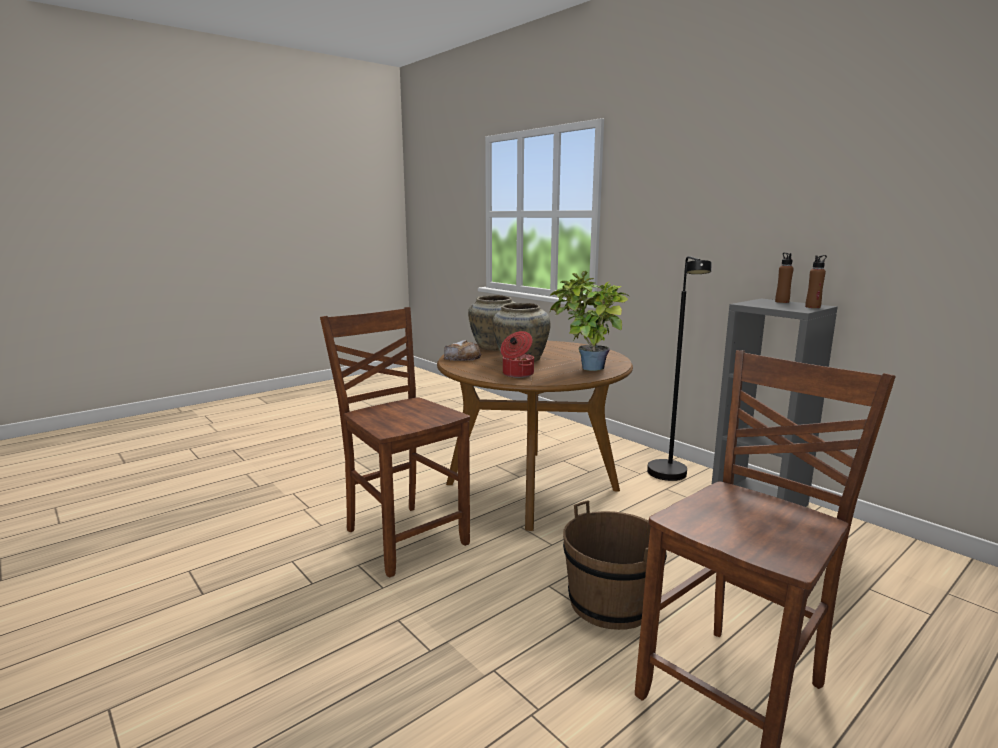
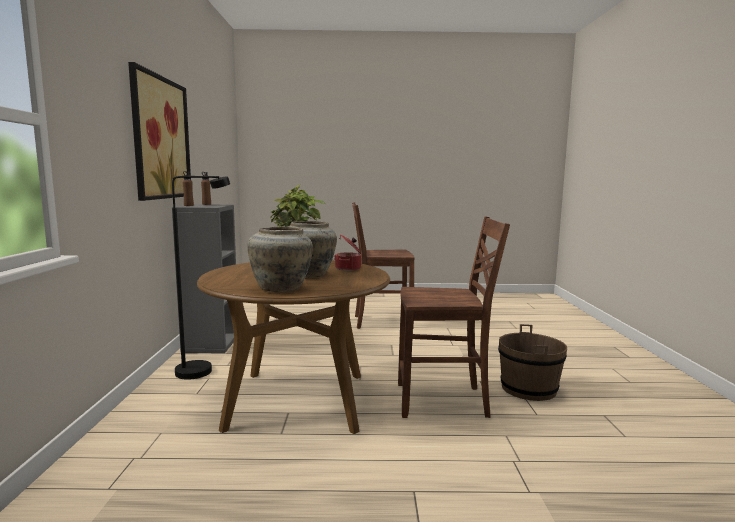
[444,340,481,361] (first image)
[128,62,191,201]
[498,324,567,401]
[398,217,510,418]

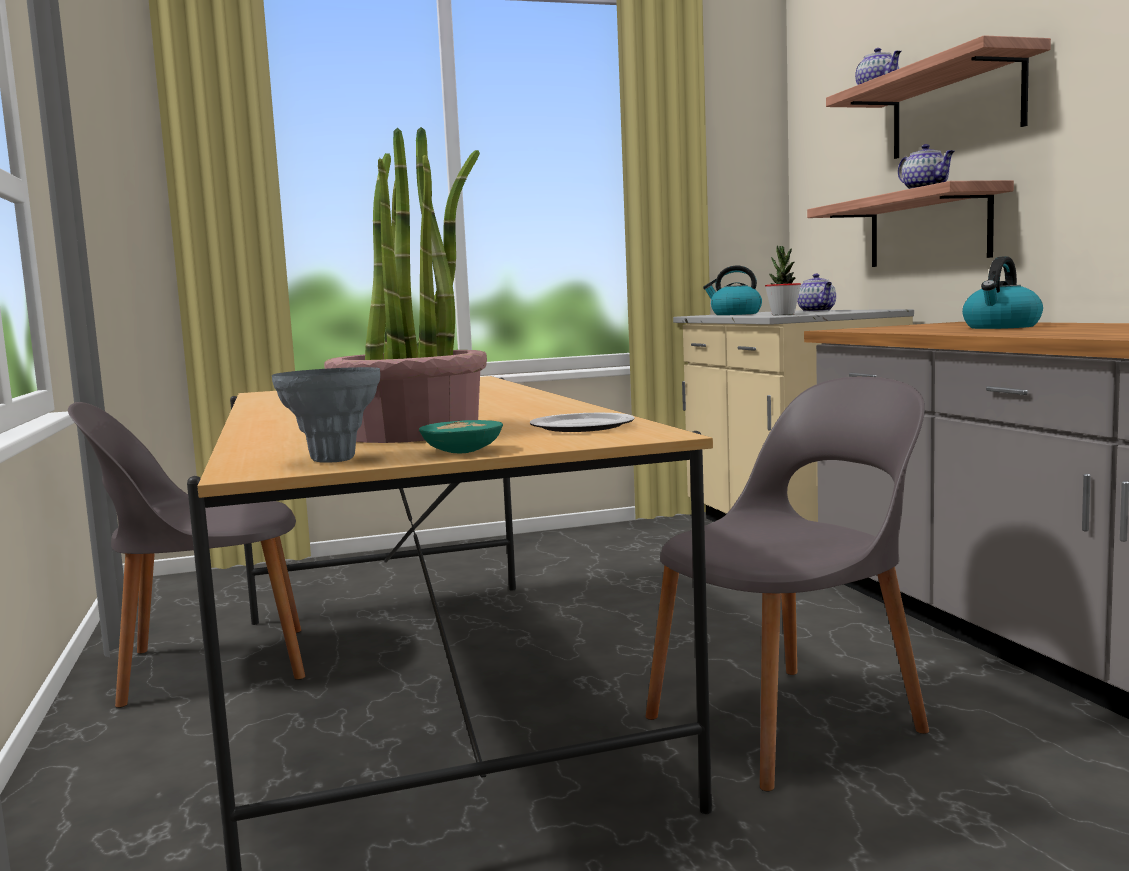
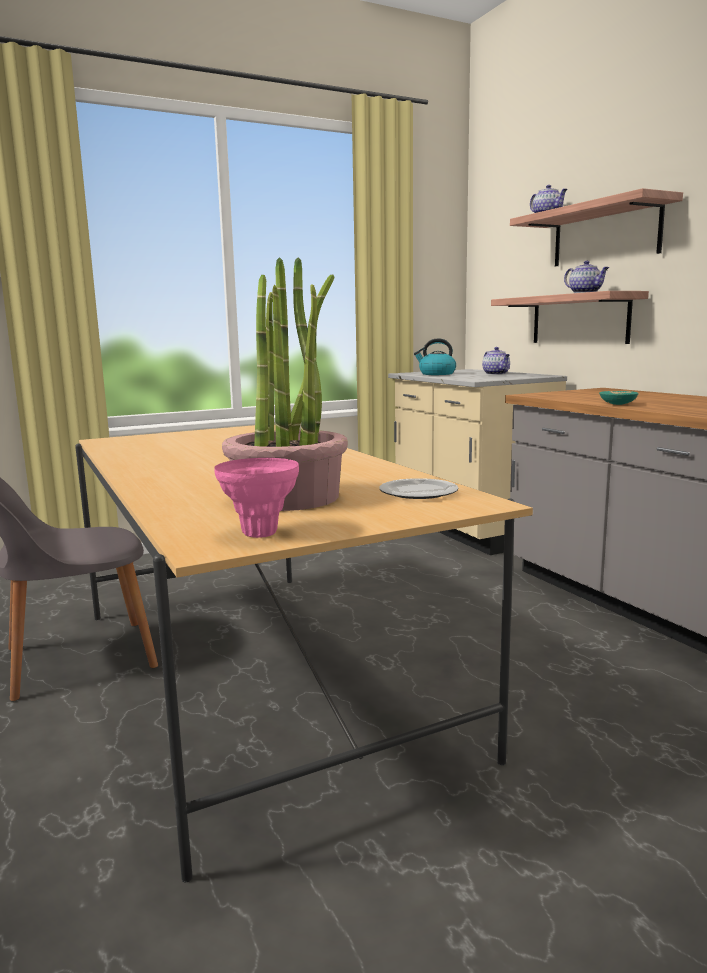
[645,377,929,791] (first image)
[765,245,801,315] (first image)
[962,256,1043,329] (first image)
[599,391,639,405]
[214,458,299,538]

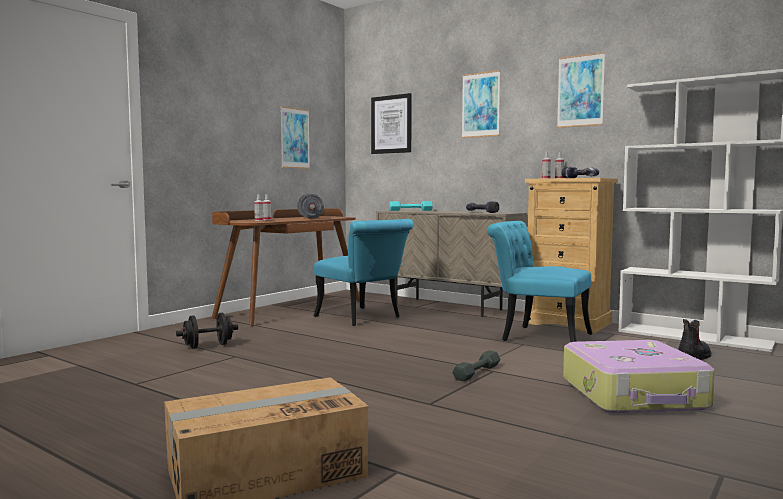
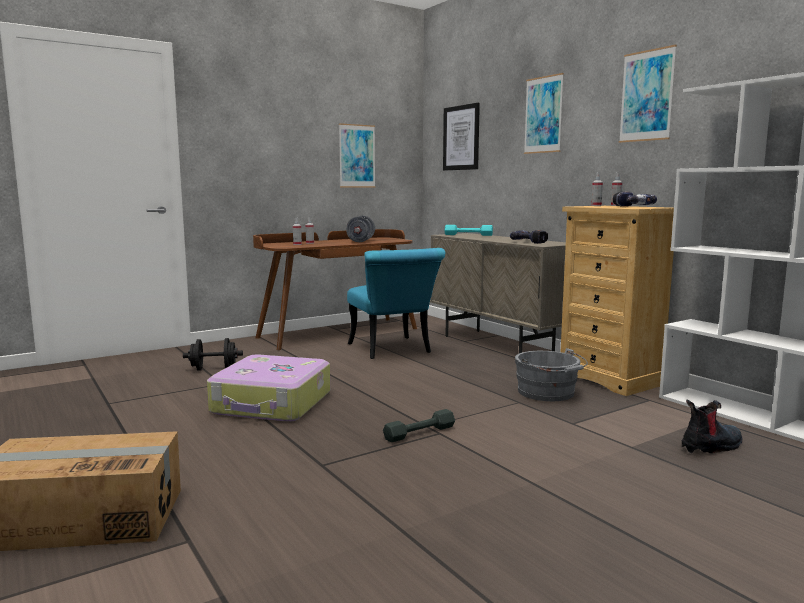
[207,354,330,422]
[515,348,588,401]

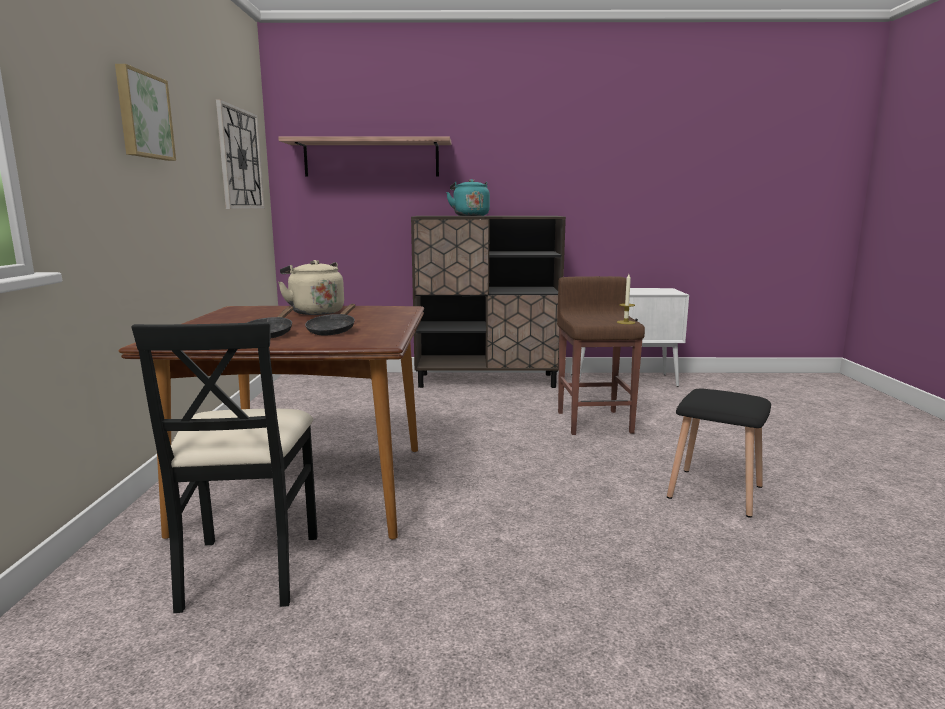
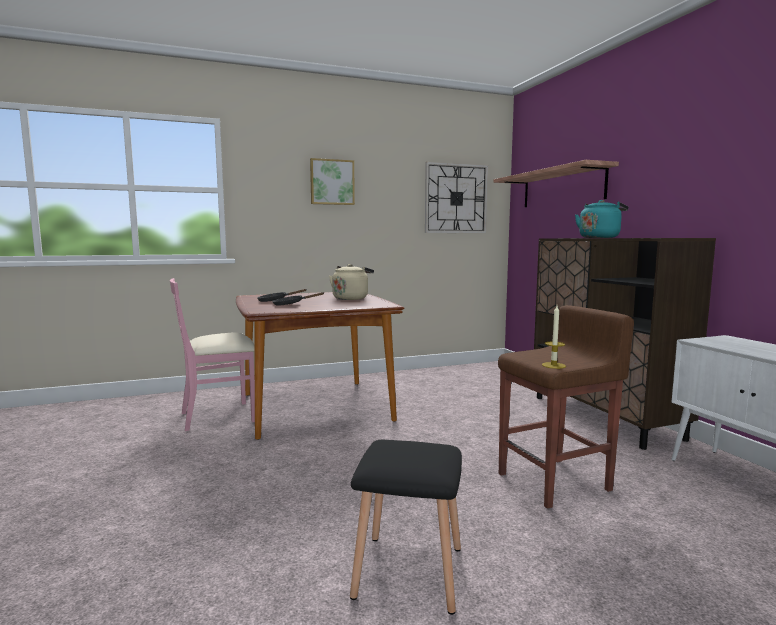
[170,278,255,431]

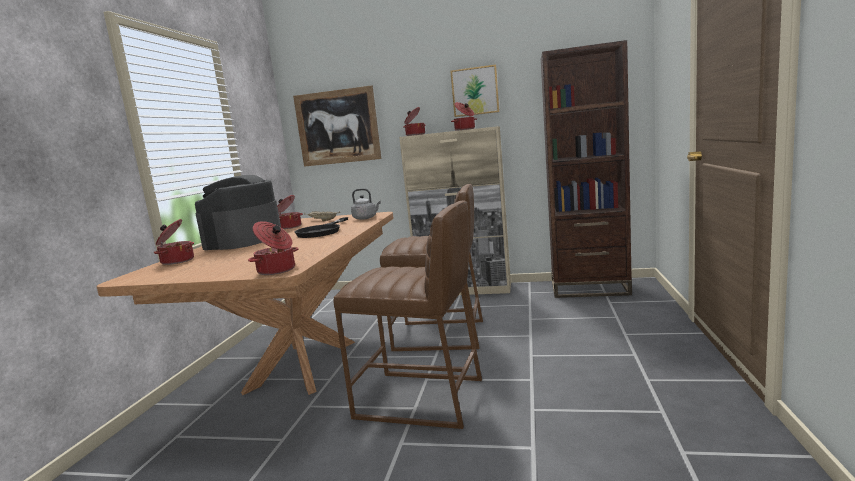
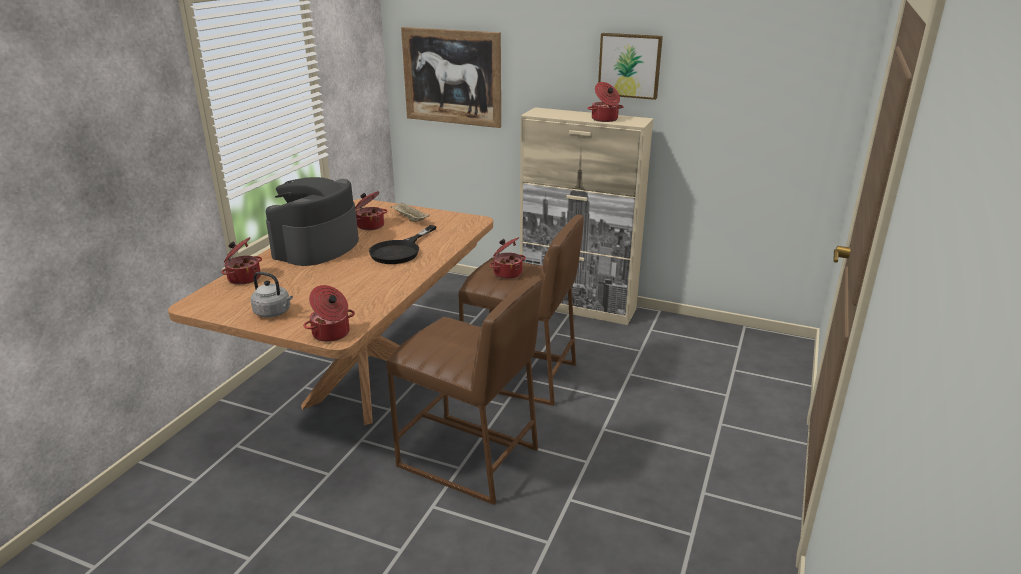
[541,40,632,298] (first image)
[251,272,293,318]
[489,237,526,279]

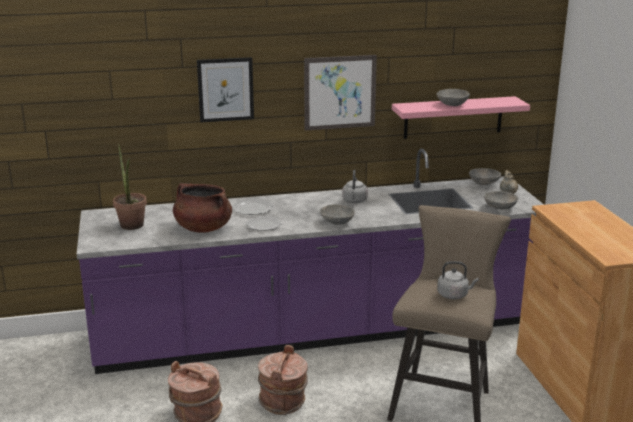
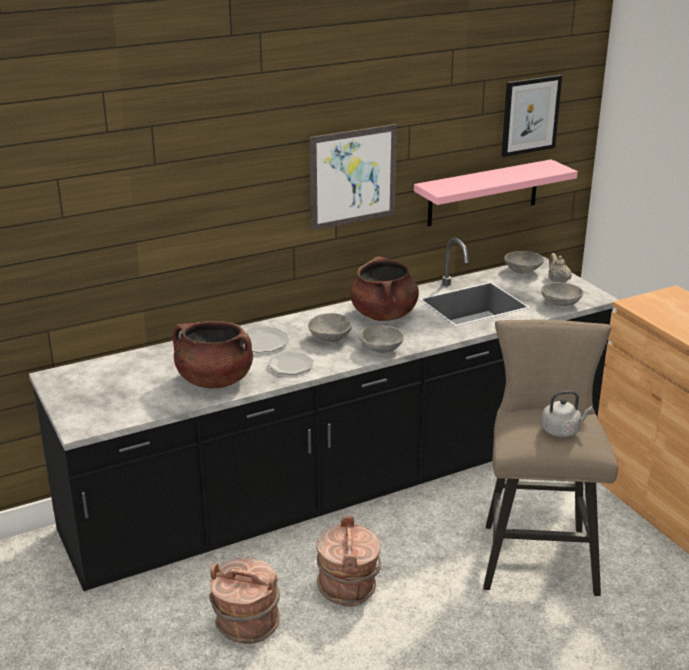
[113,144,147,230] (first image)
[501,75,562,157]
[308,313,352,342]
[350,256,419,321]
[29,238,619,591]

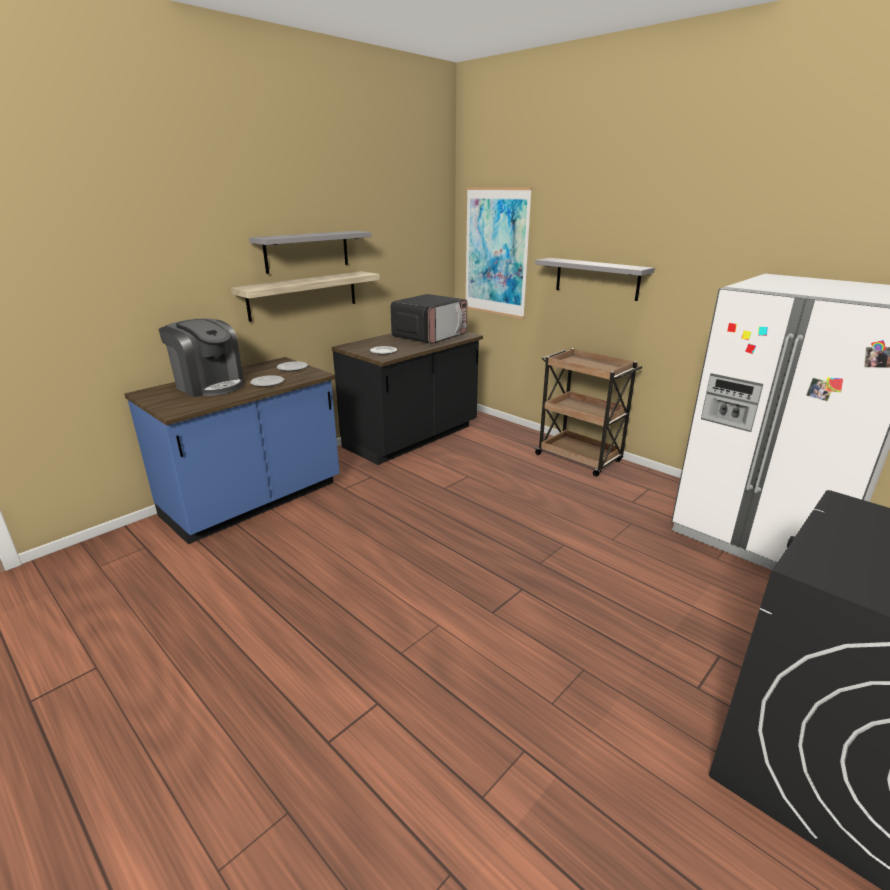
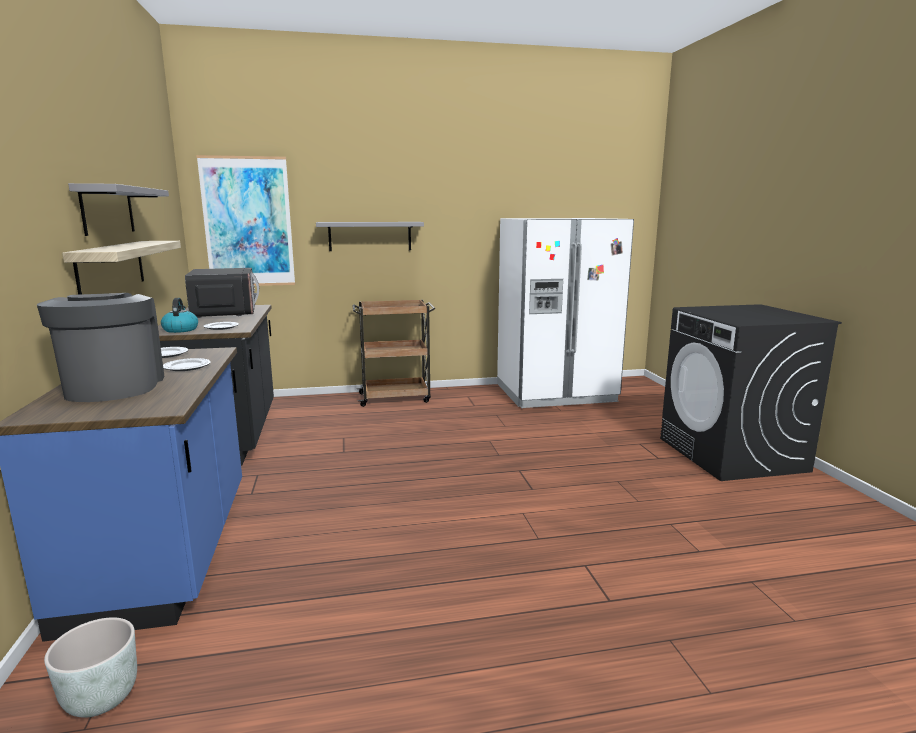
[44,617,137,718]
[161,298,198,333]
[37,293,164,402]

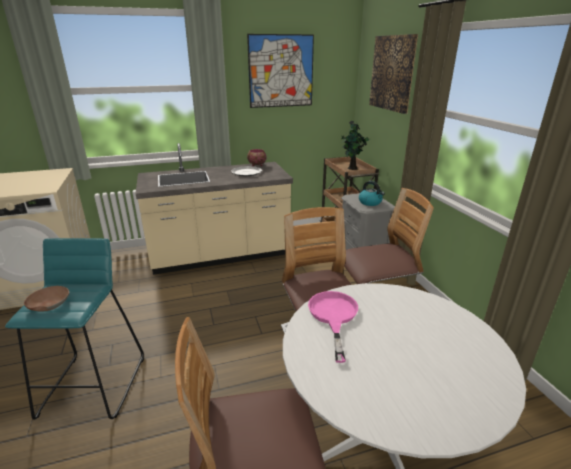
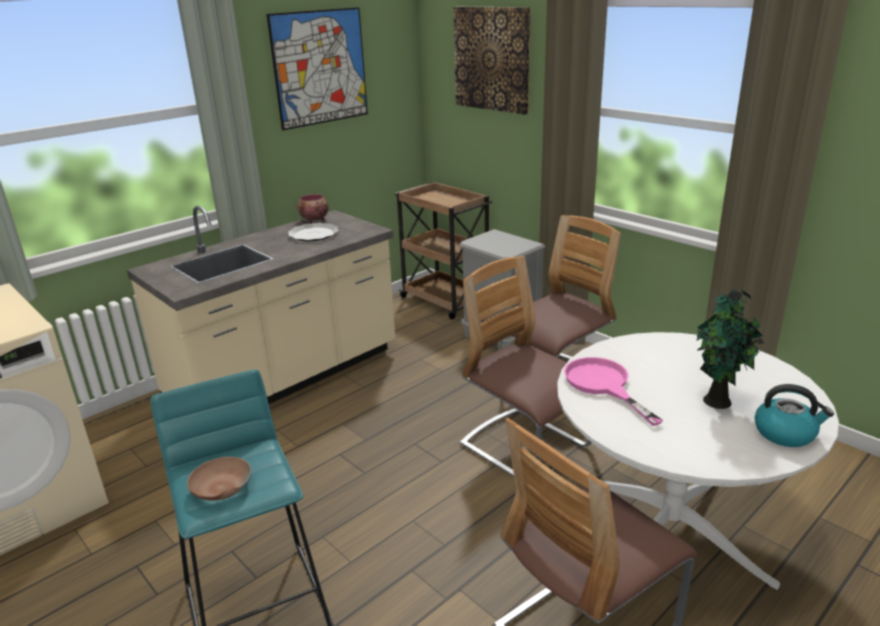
[696,289,765,409]
[755,384,834,447]

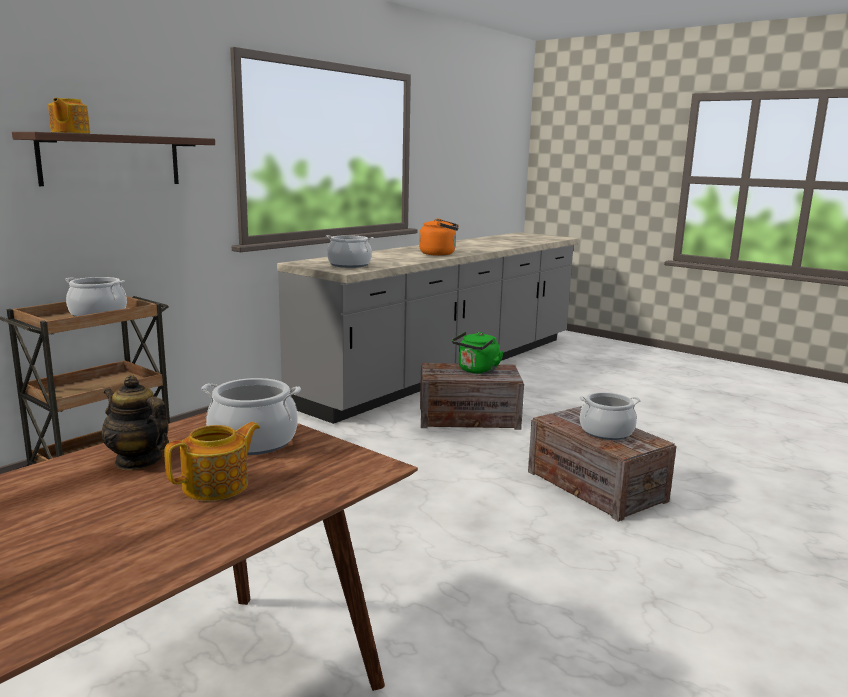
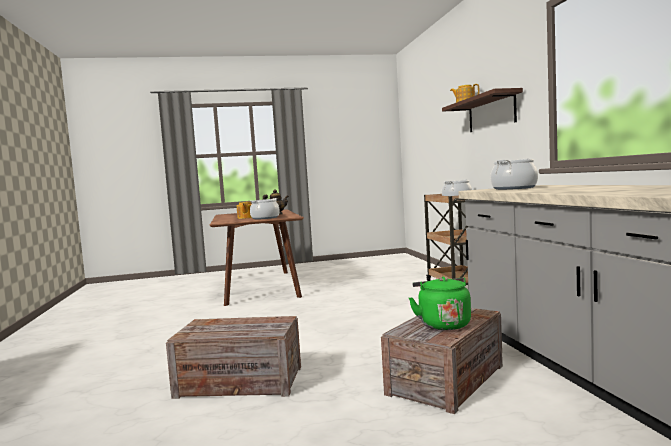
[419,218,459,256] (first image)
[579,392,641,440] (first image)

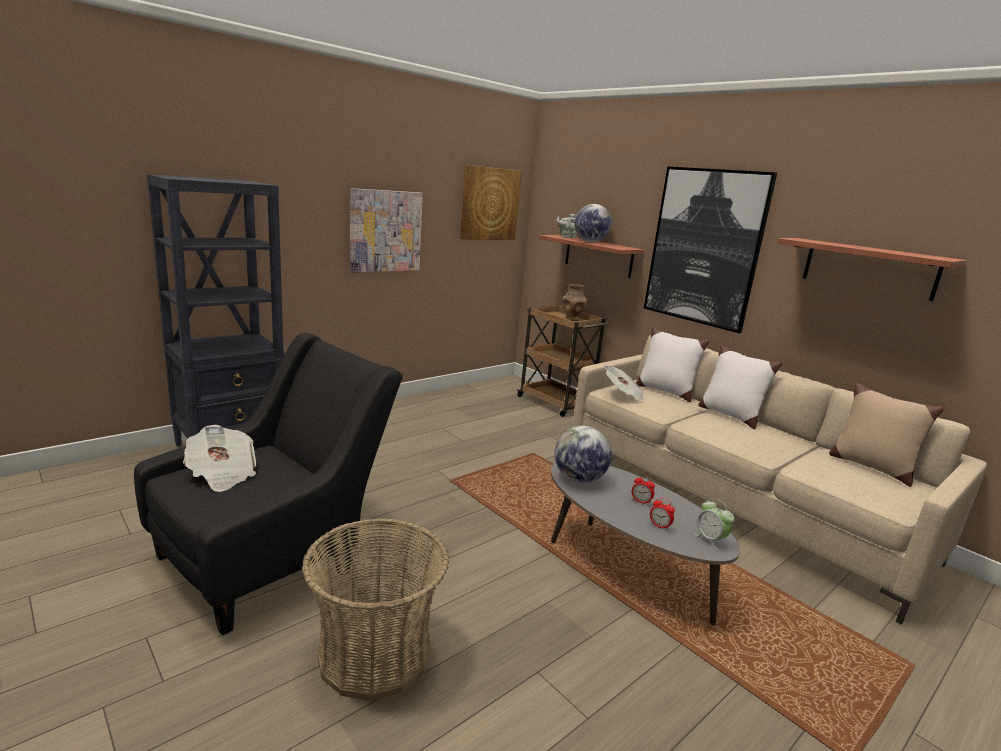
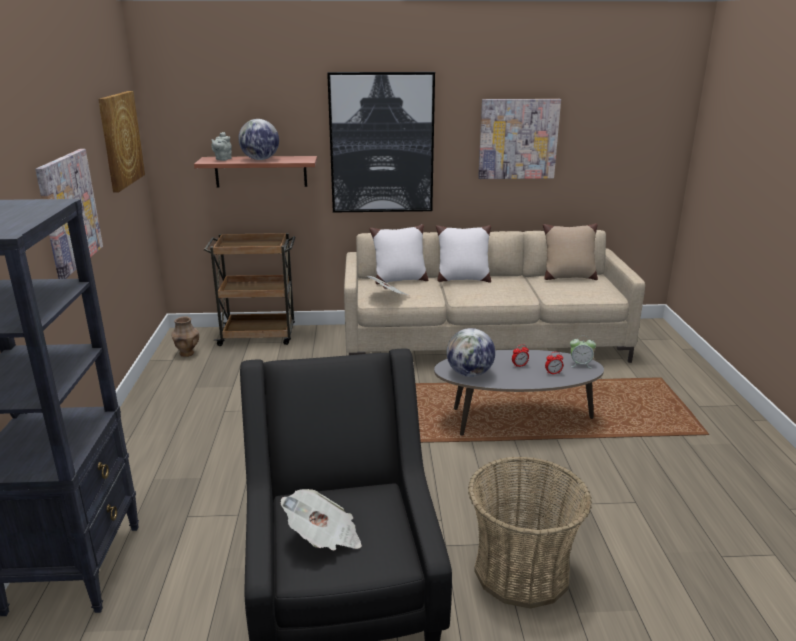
[171,316,199,357]
[478,99,561,179]

